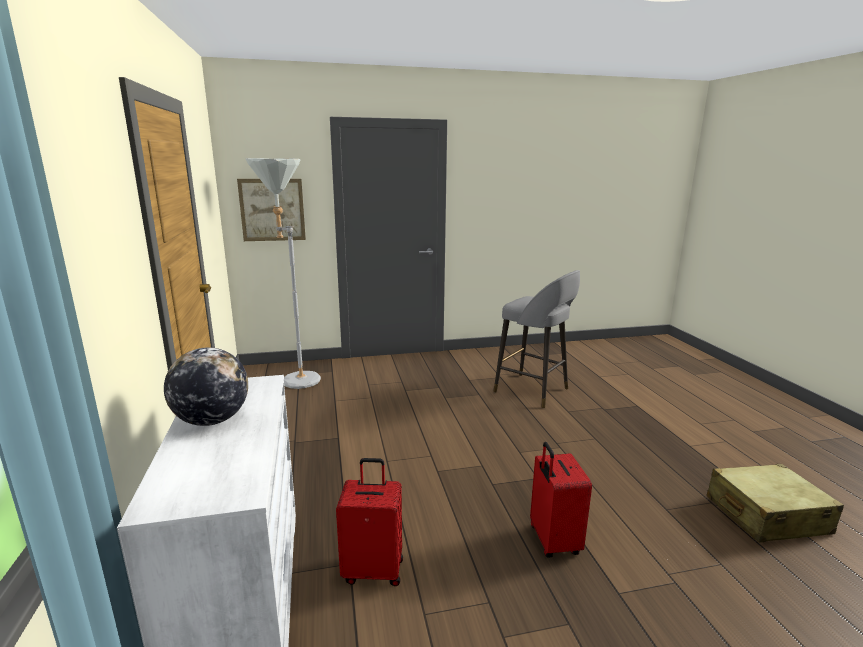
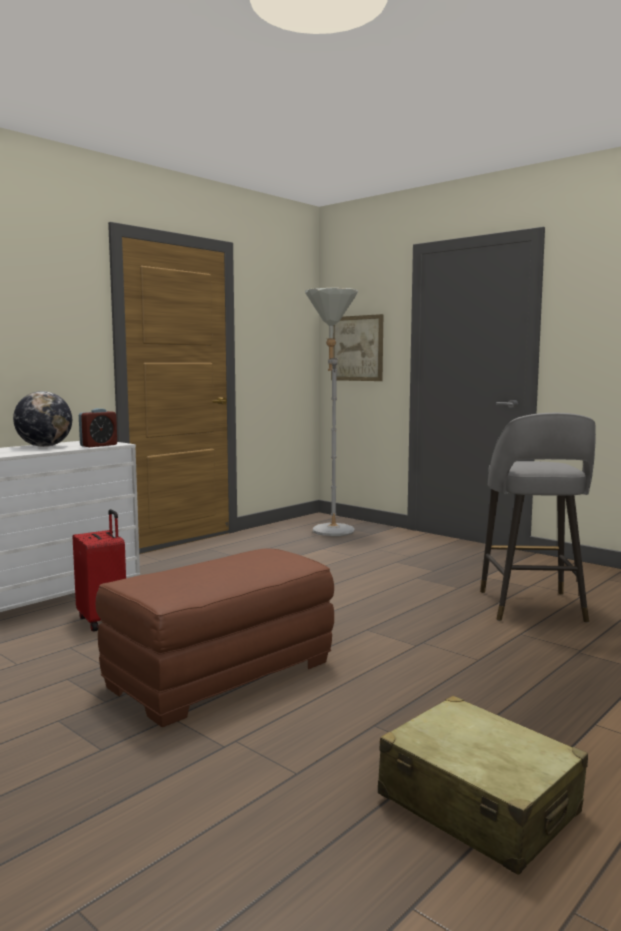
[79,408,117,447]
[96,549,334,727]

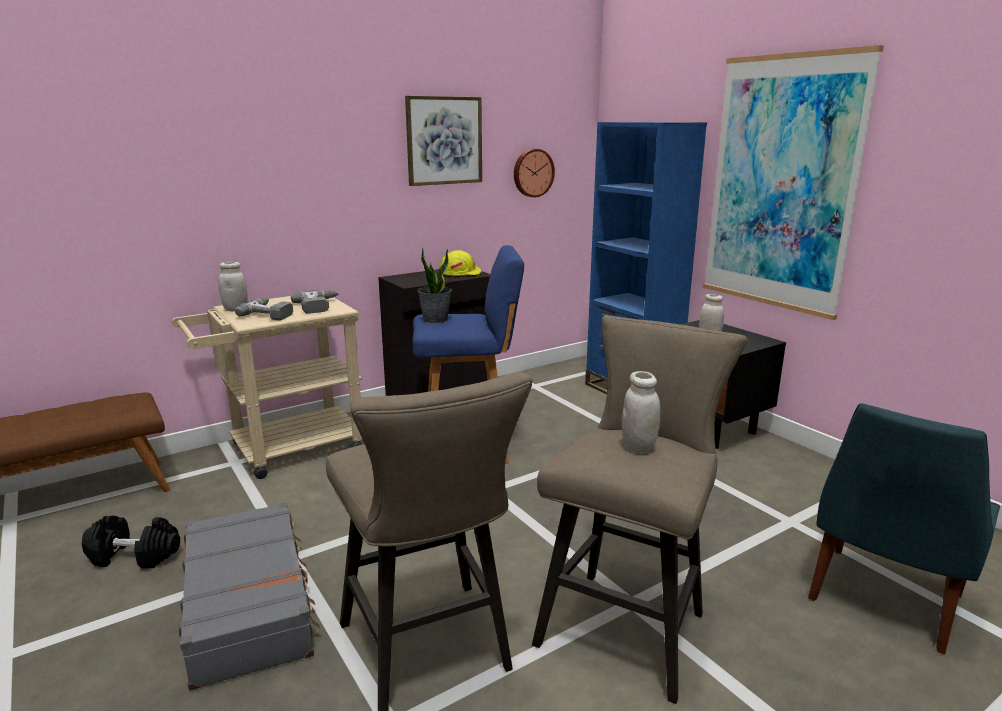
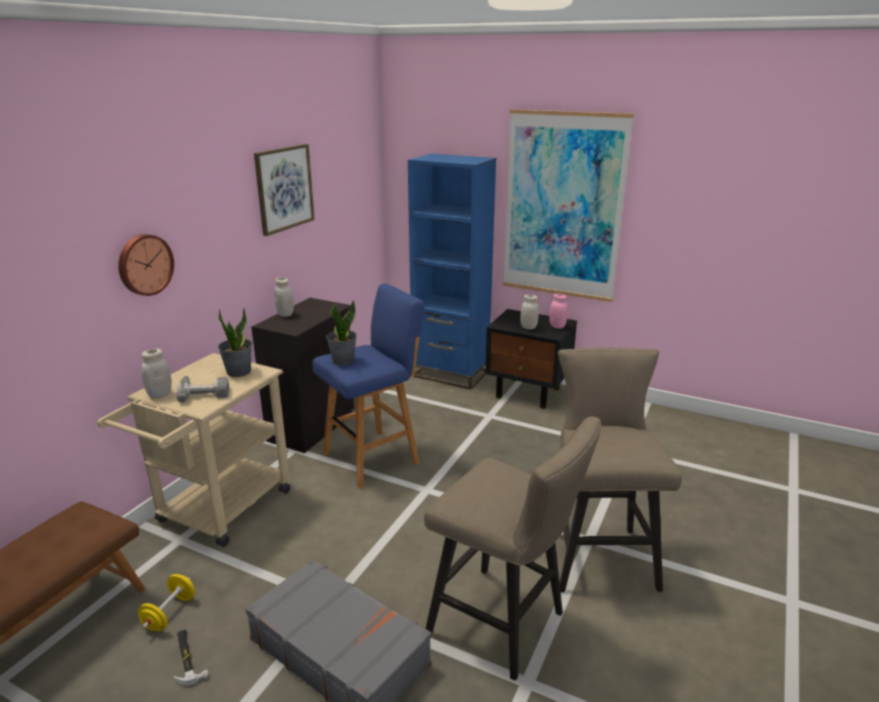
[440,250,482,278] (first image)
[808,403,1000,654] (first image)
[138,574,195,631]
[549,293,568,329]
[118,234,174,296]
[274,277,294,317]
[173,629,209,686]
[218,308,252,377]

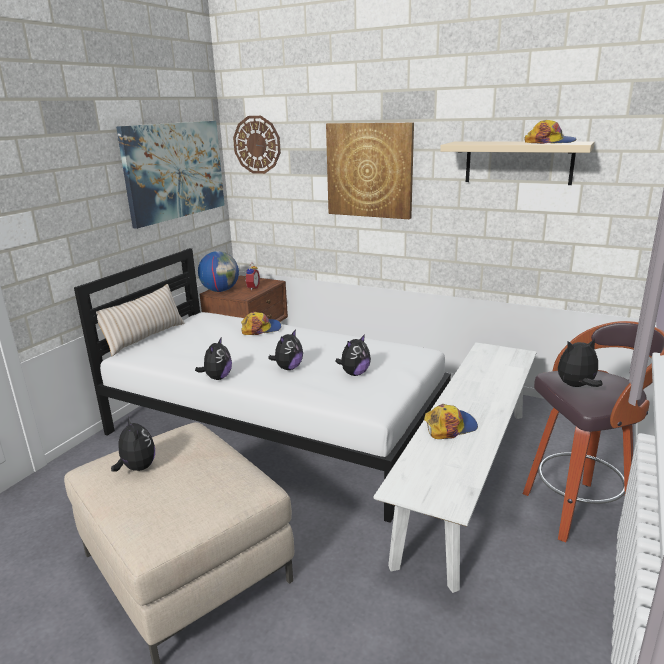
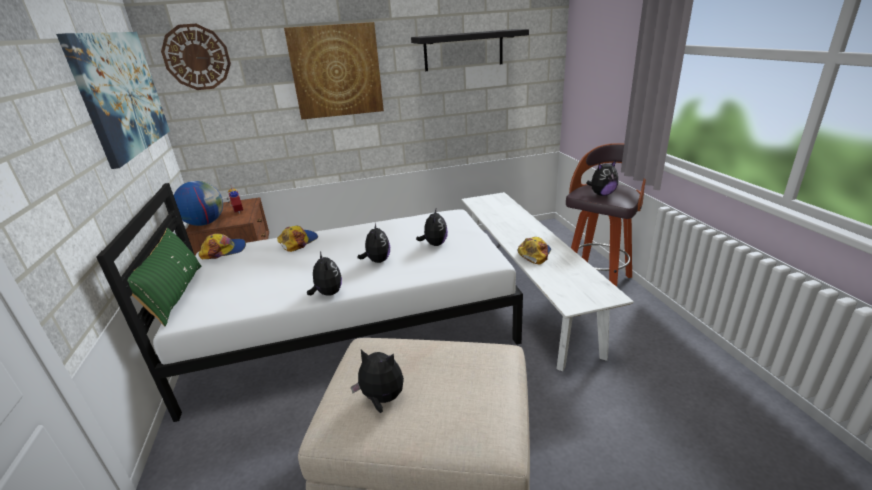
[199,233,246,259]
[127,228,201,326]
[411,29,529,71]
[587,161,618,196]

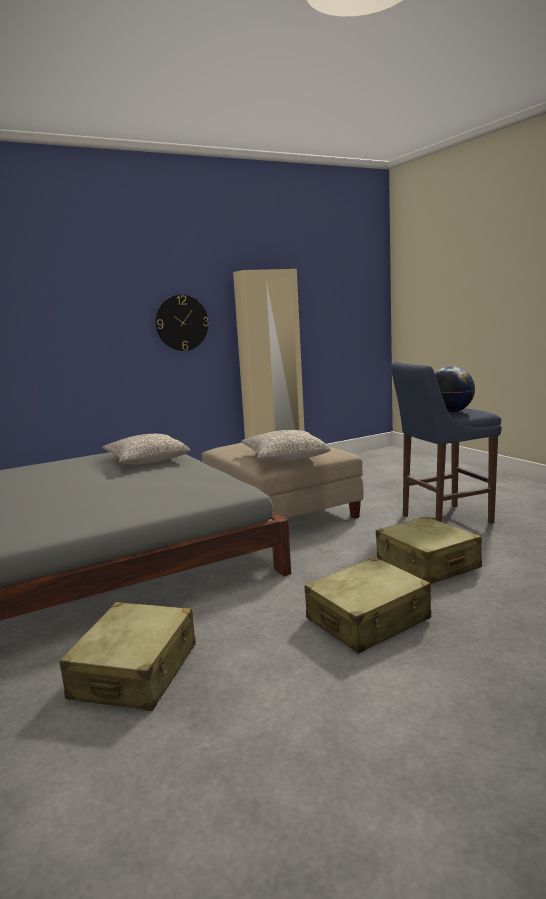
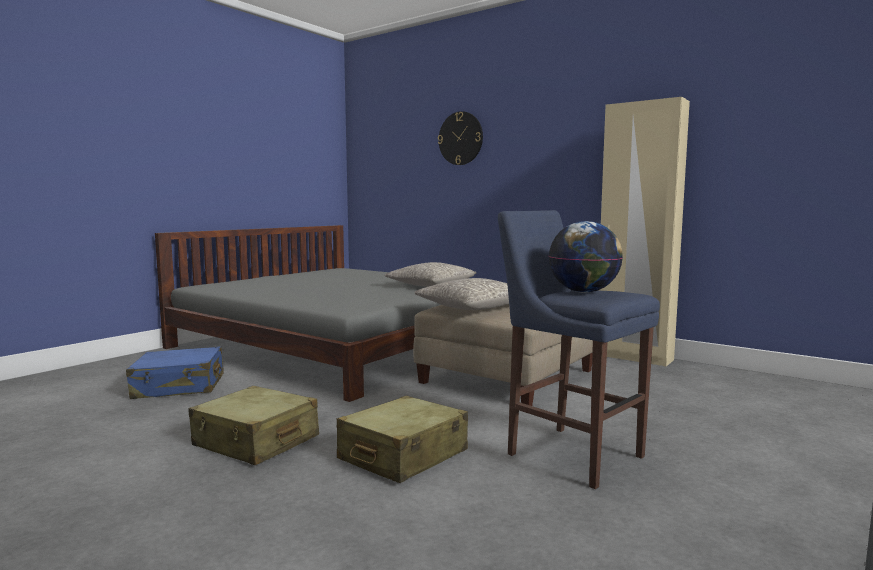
[438,111,483,165]
[126,347,224,399]

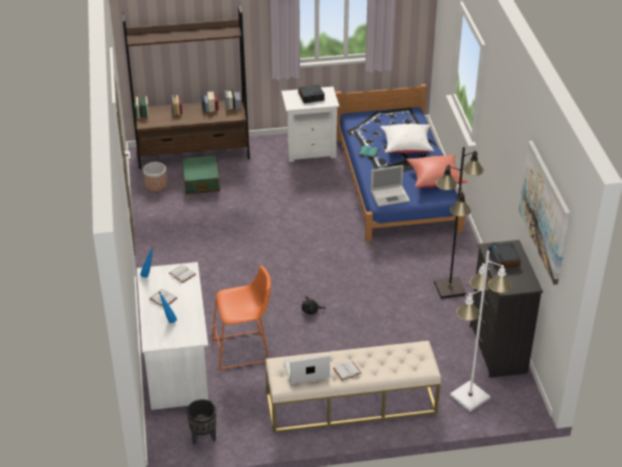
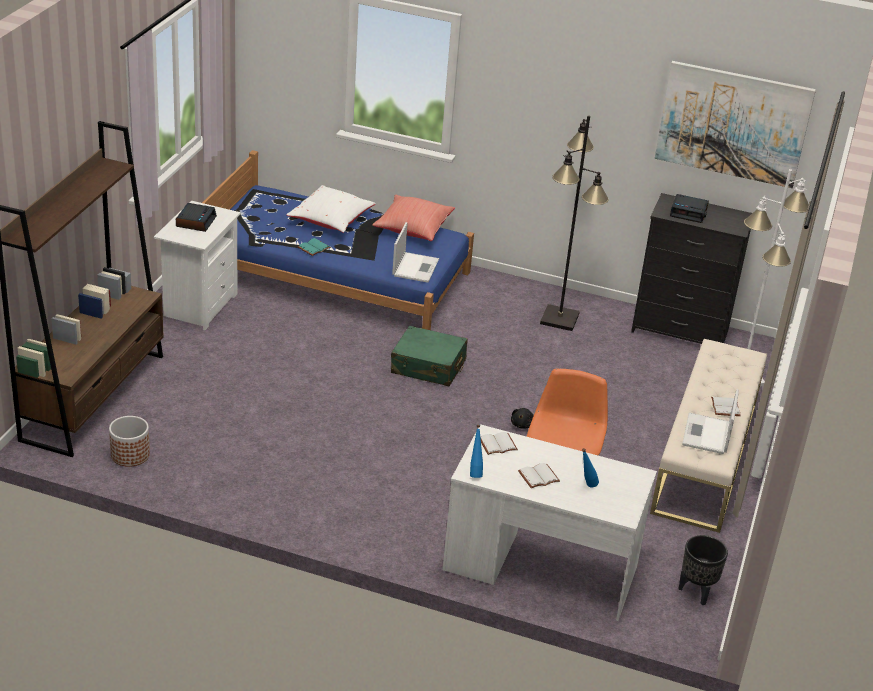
[391,326,467,386]

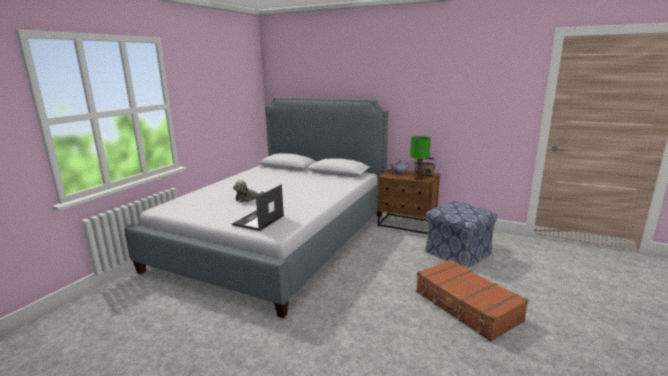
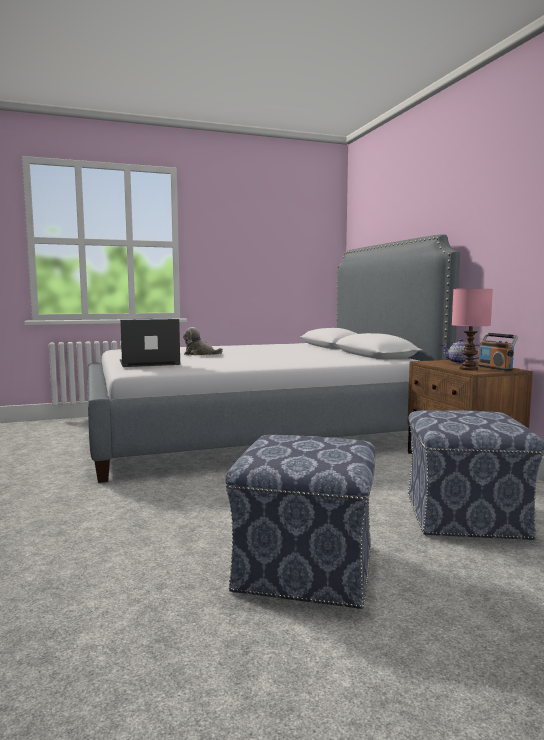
[225,435,375,609]
[452,289,493,370]

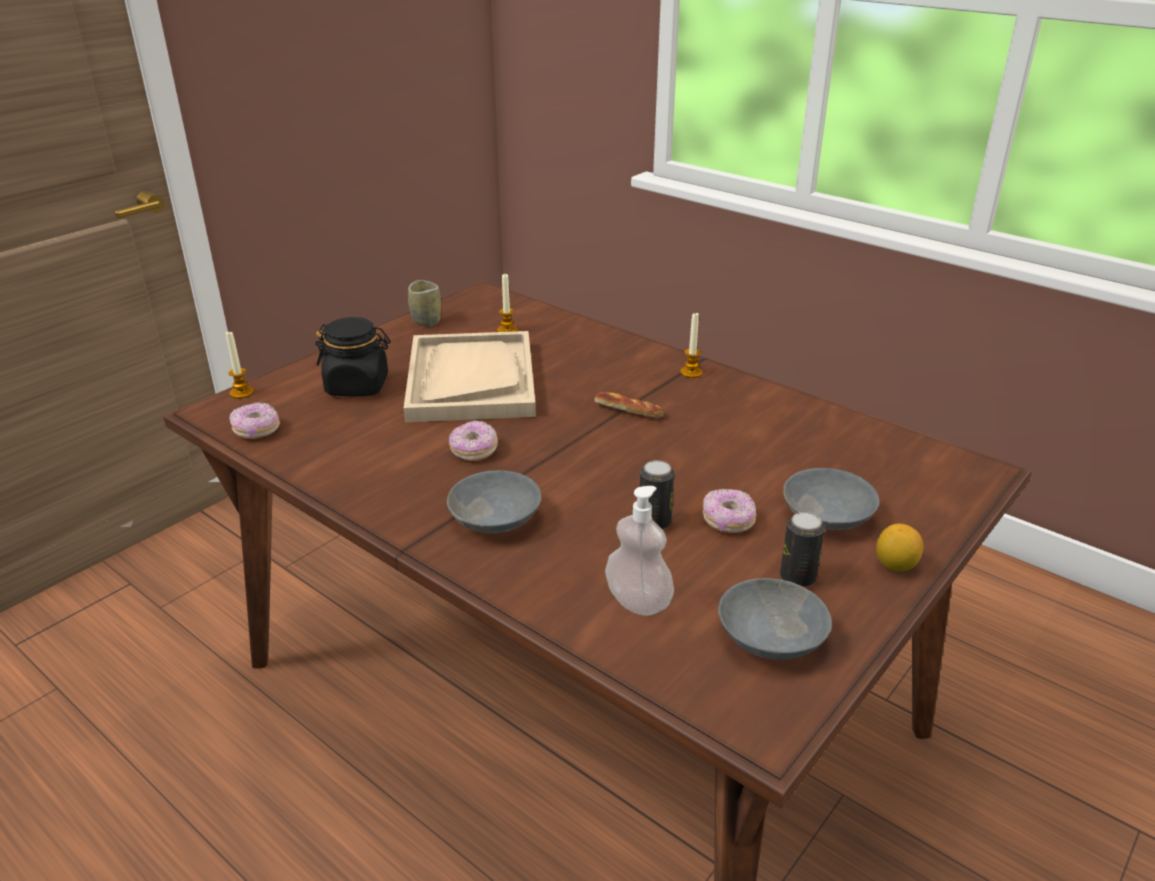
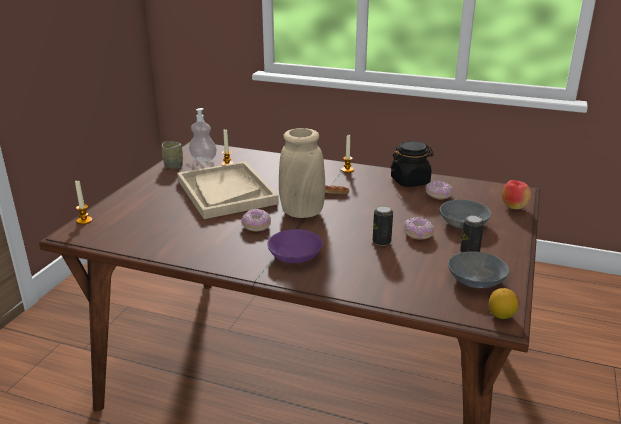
[279,128,325,218]
[502,180,531,209]
[425,180,453,200]
[391,141,434,187]
[189,108,217,161]
[489,288,519,319]
[267,229,323,263]

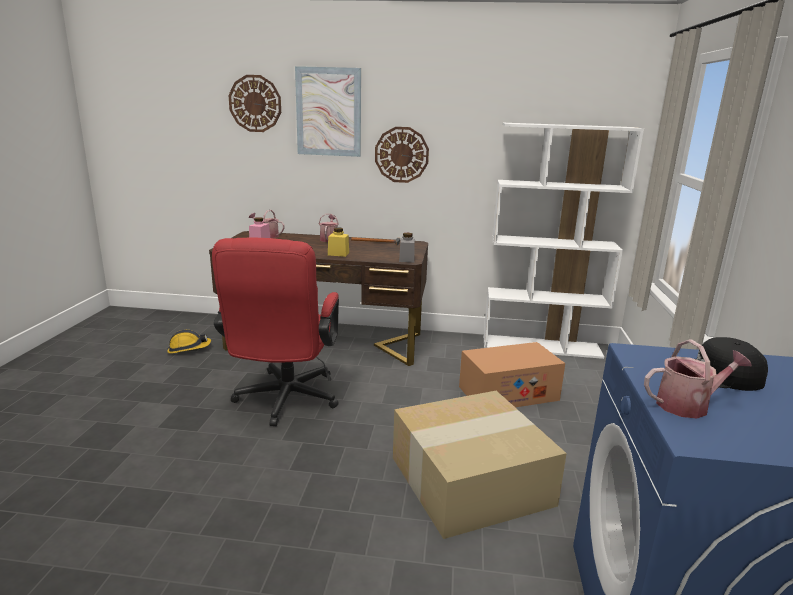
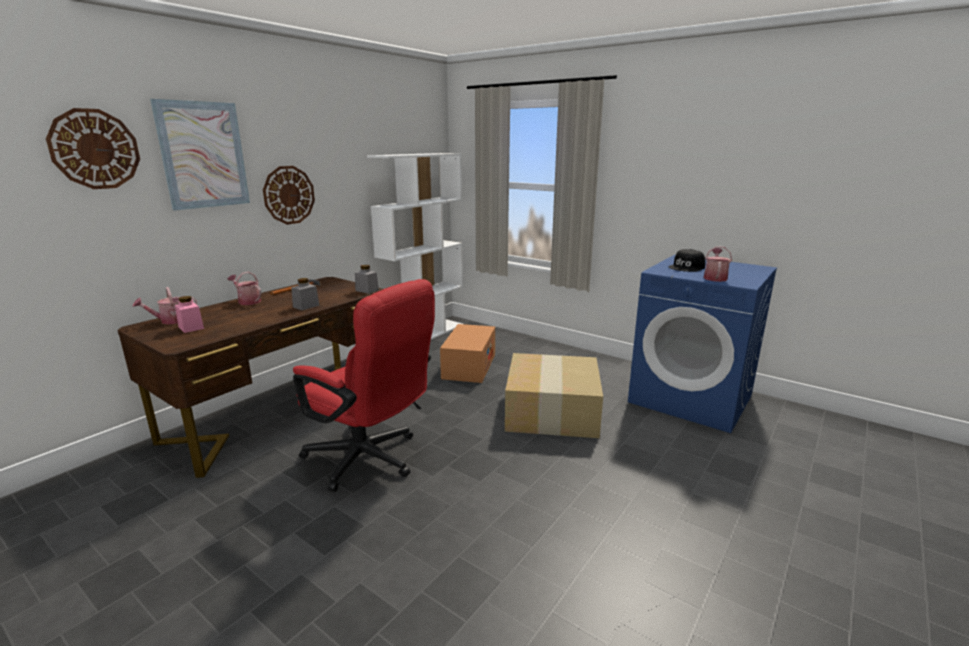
[167,330,211,353] (first image)
[291,278,320,310]

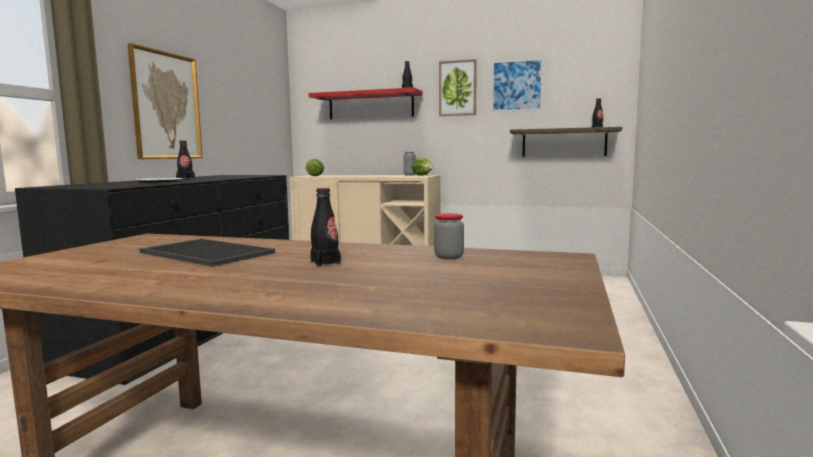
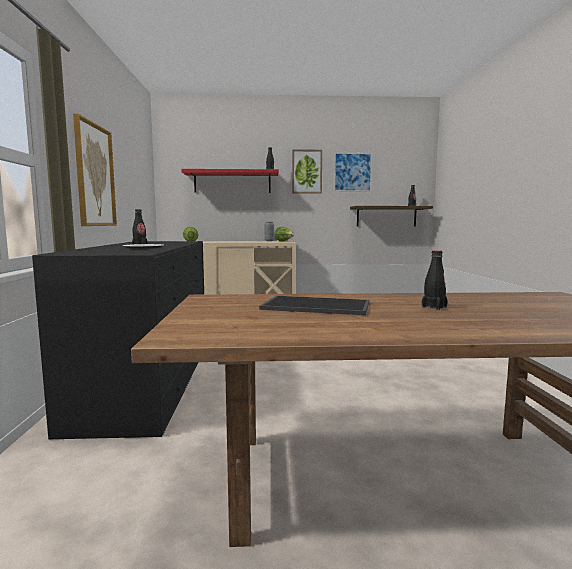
[434,213,464,259] (first image)

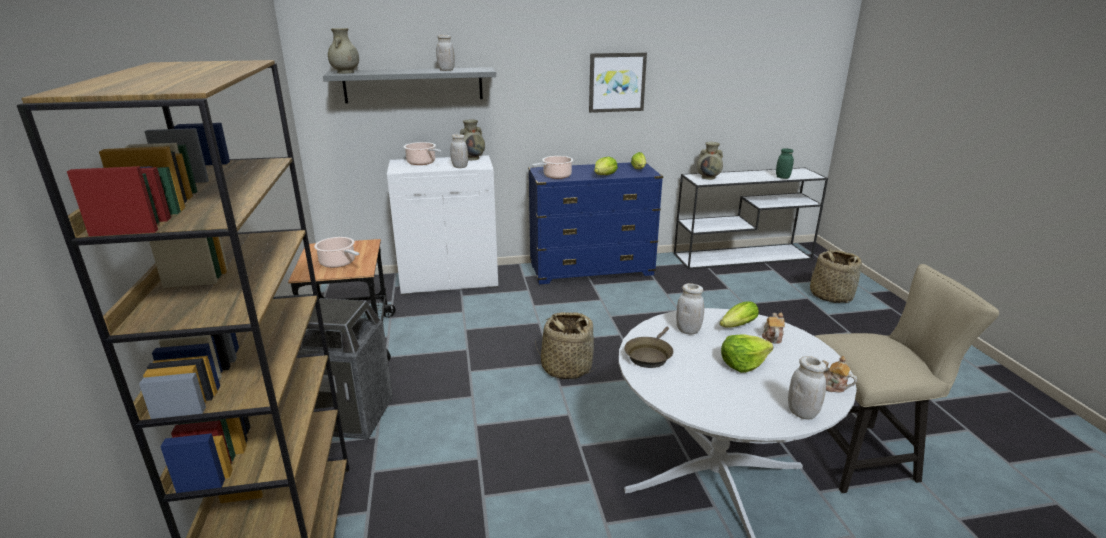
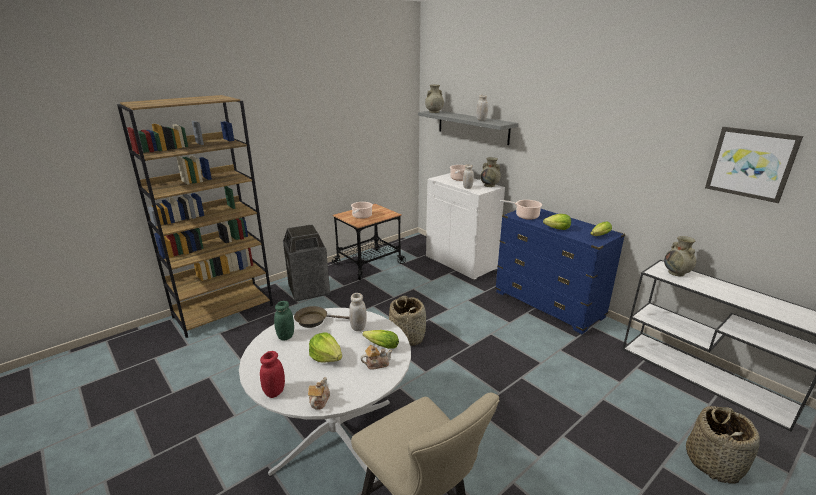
[705,127,803,203]
[274,301,294,341]
[260,351,285,398]

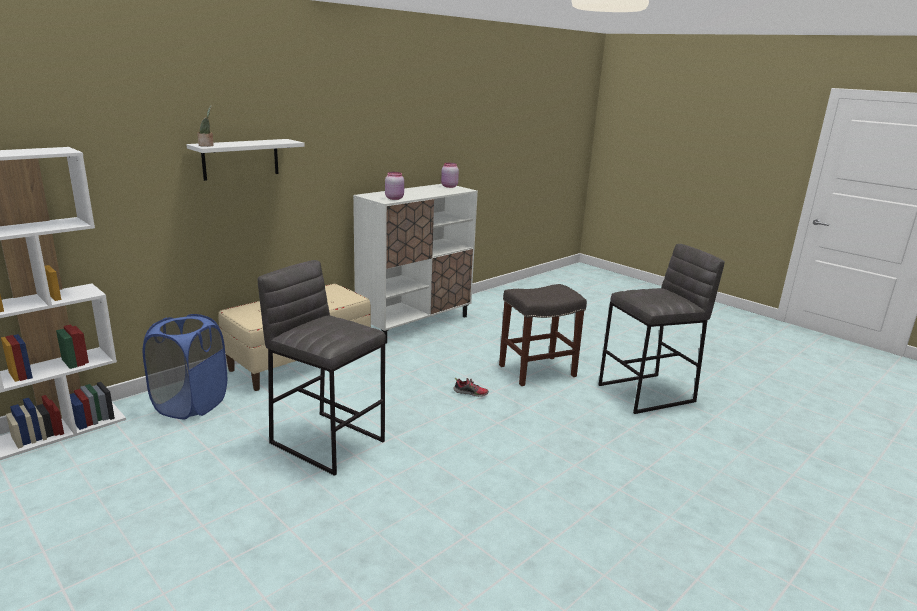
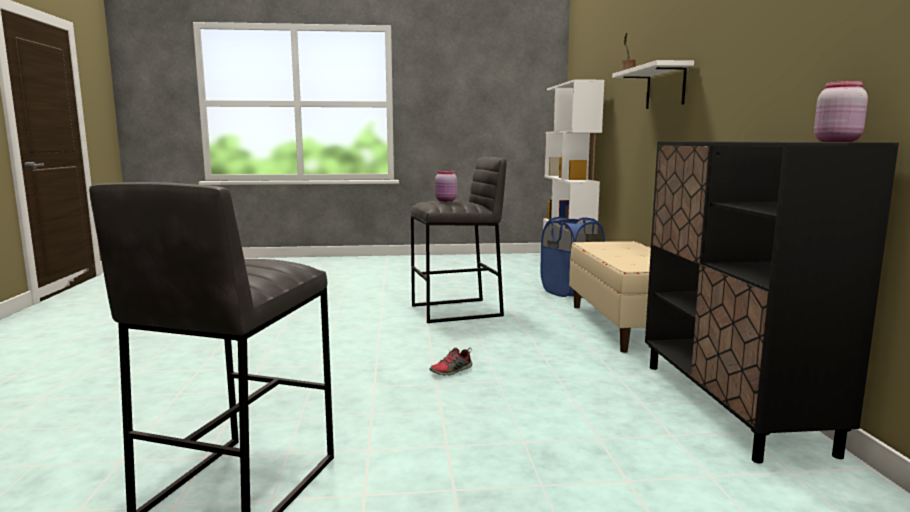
[499,284,587,386] (first image)
[435,170,457,201]
[645,142,899,463]

